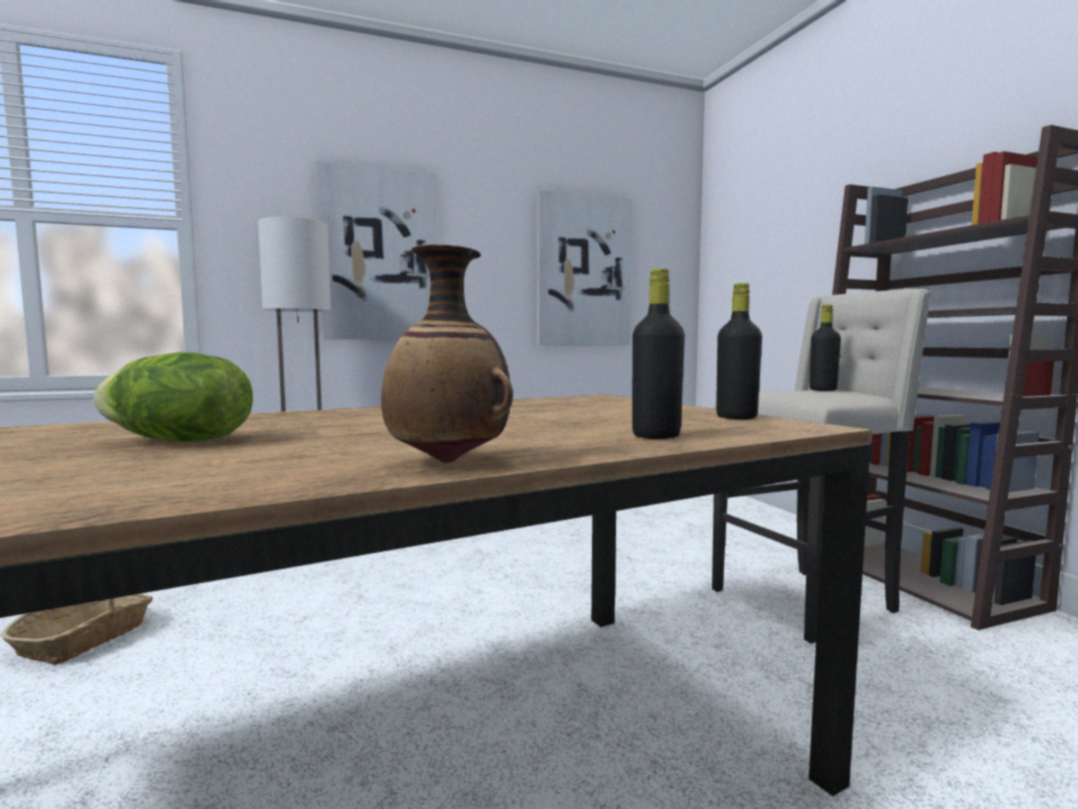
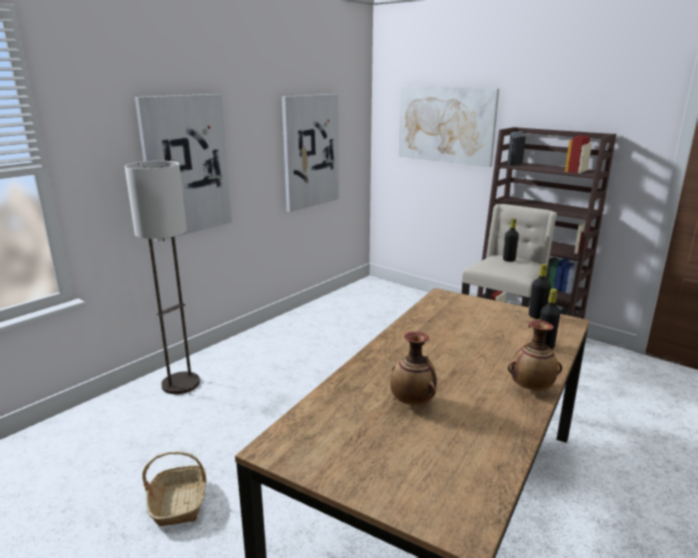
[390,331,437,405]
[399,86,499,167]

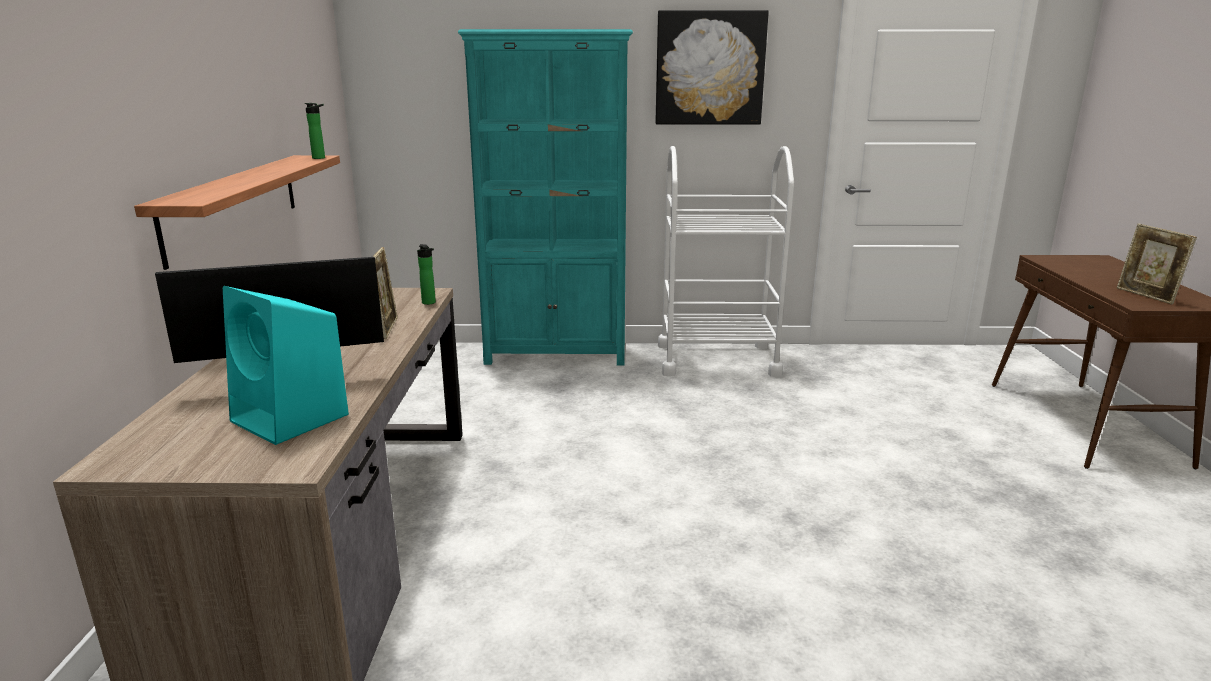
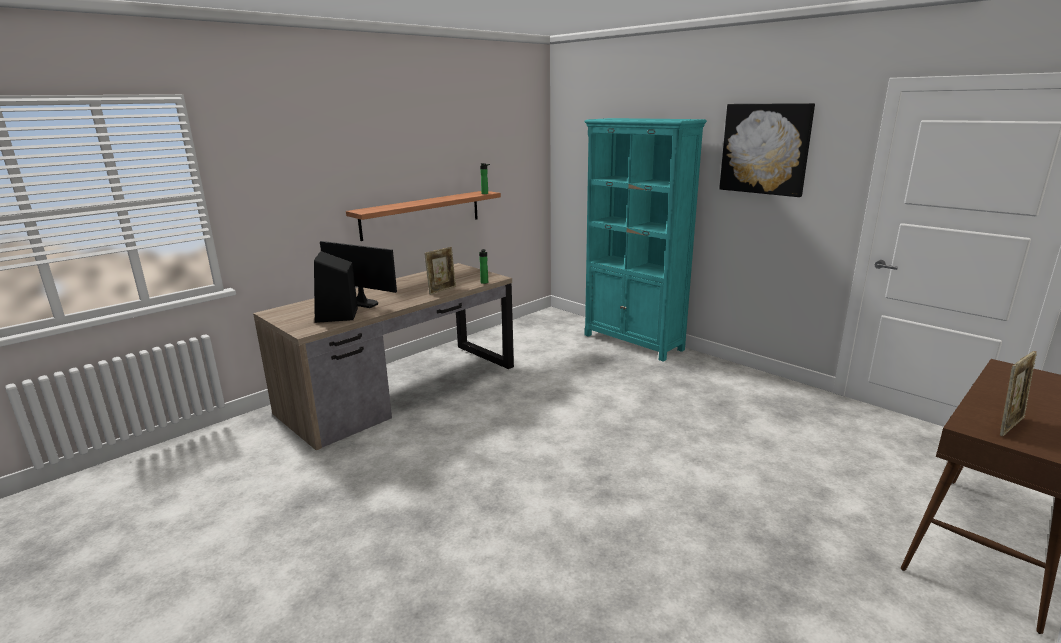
[658,146,794,377] (first image)
[1000,351,1037,437]
[314,251,358,323]

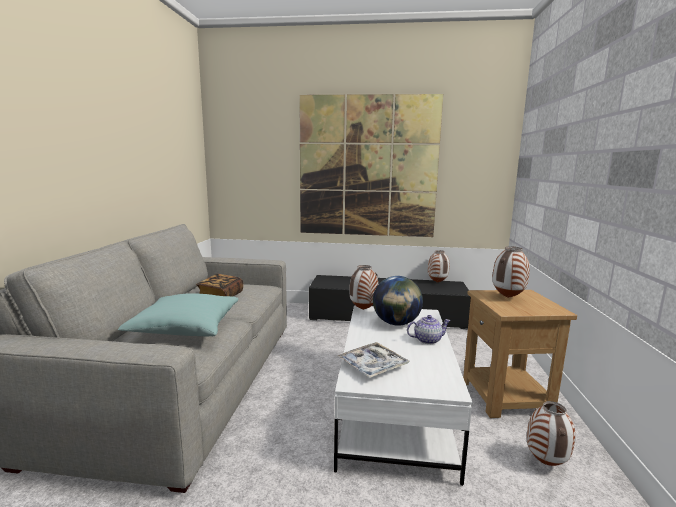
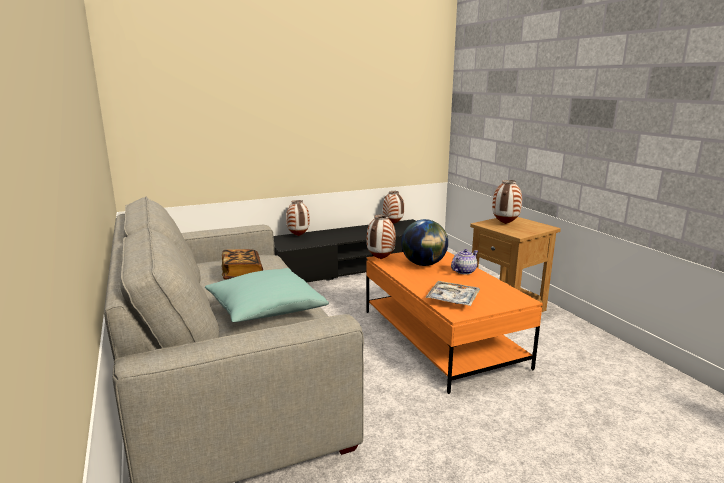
[299,94,443,237] (first image)
[366,251,543,394]
[286,200,310,236]

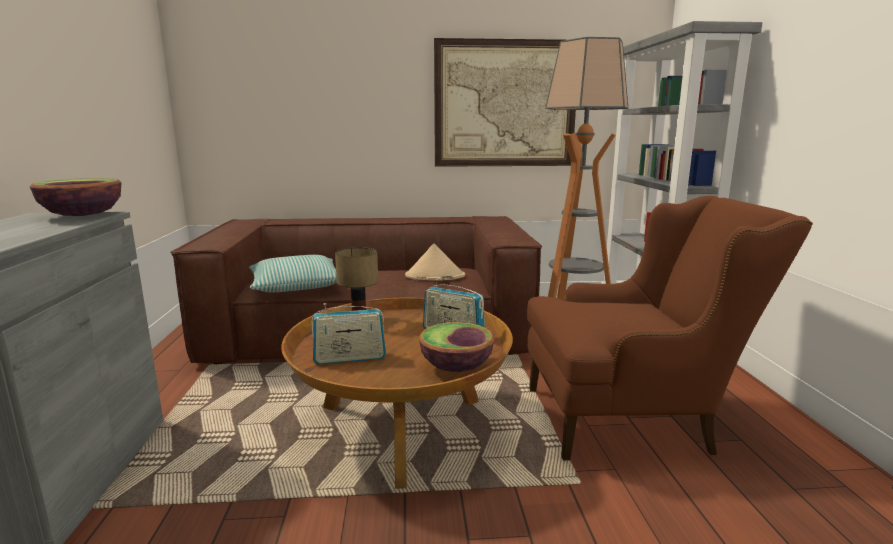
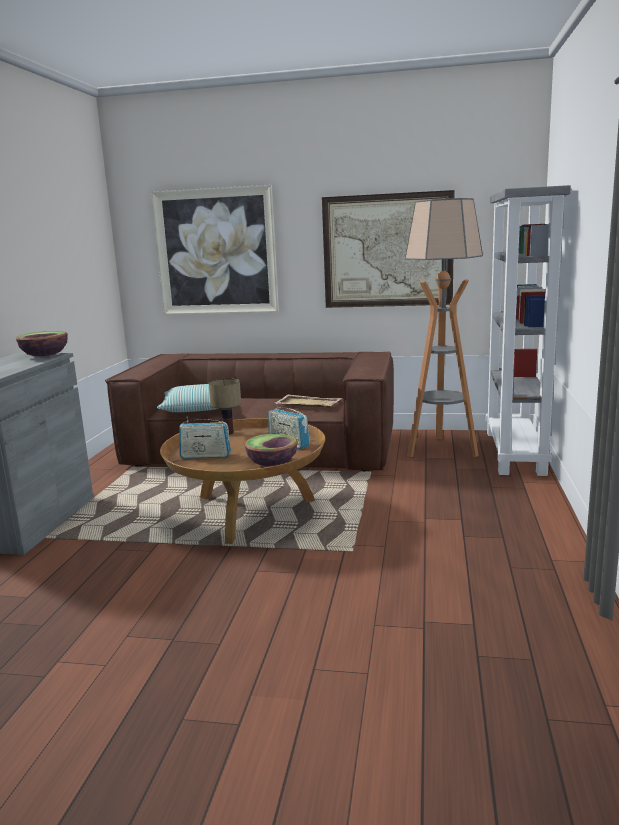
[527,196,813,461] (first image)
[275,395,342,408]
[151,185,279,315]

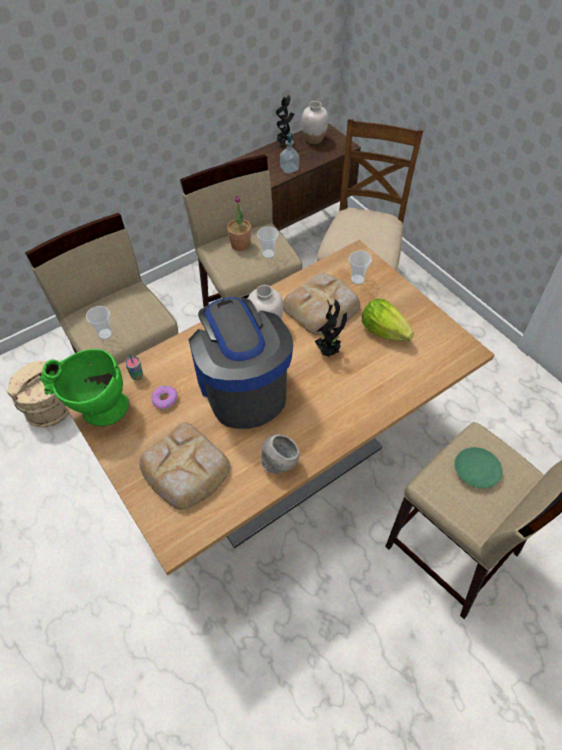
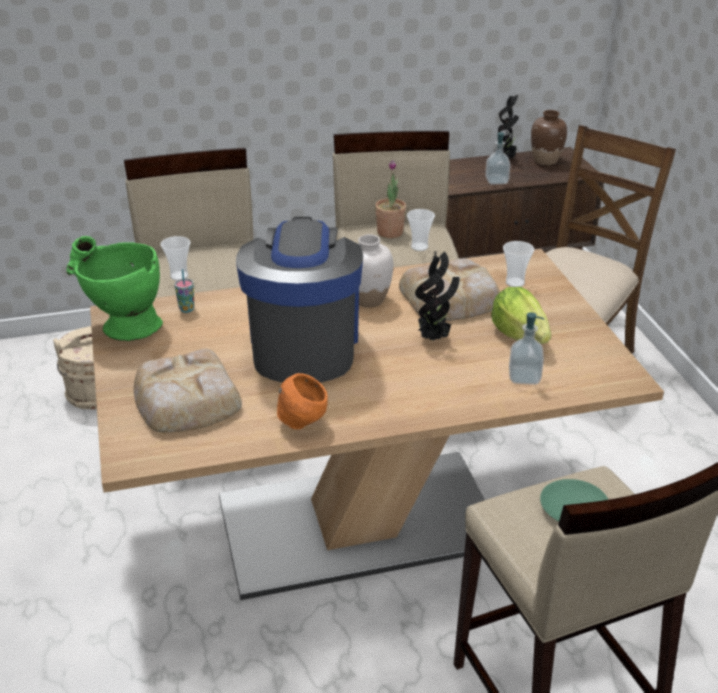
[531,110,567,165]
[152,386,178,410] (first image)
[277,373,328,429]
[509,312,544,385]

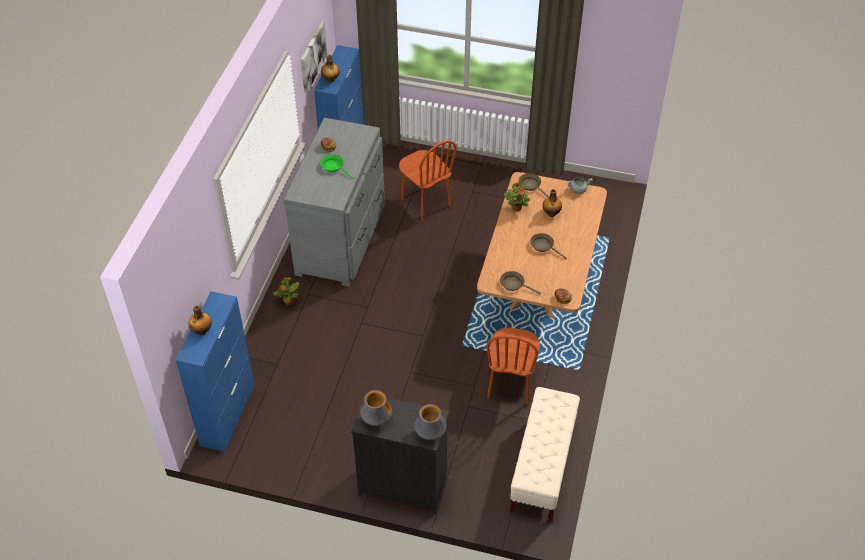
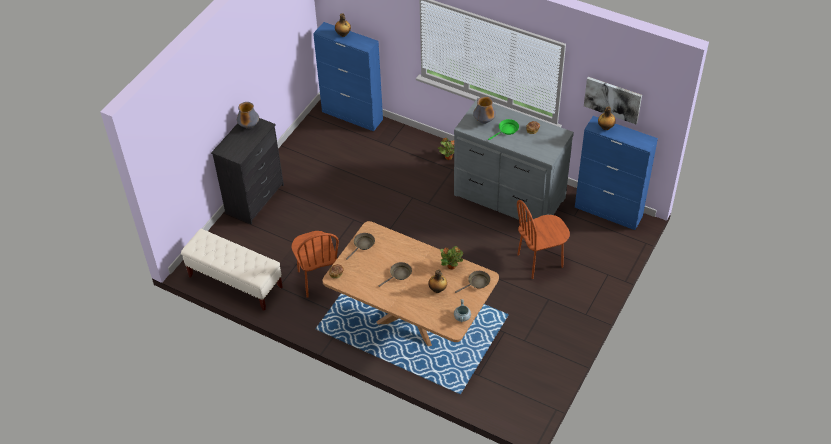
[291,231,339,298]
[473,96,496,124]

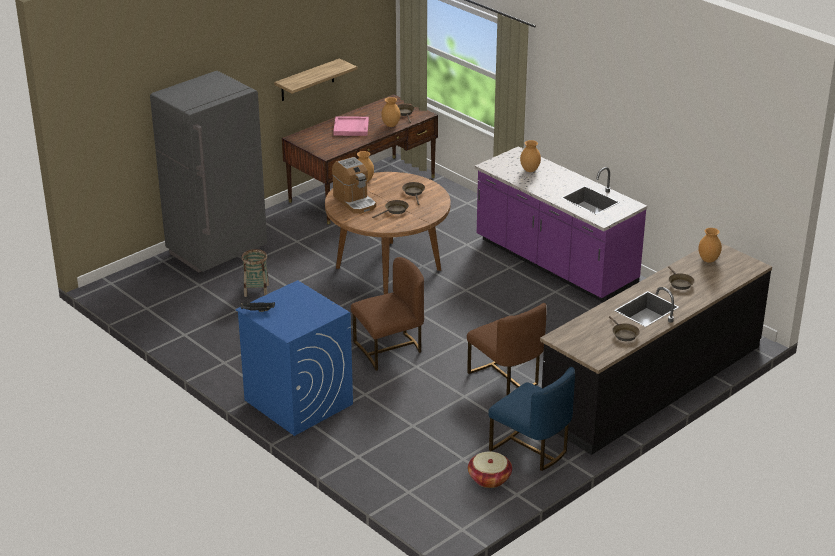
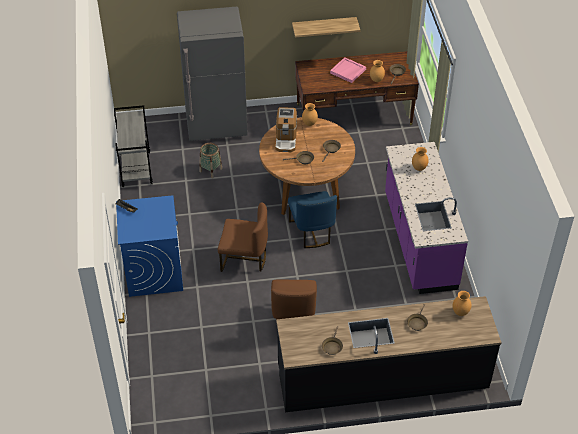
[288,191,337,248]
[468,452,512,488] (first image)
[114,105,153,187]

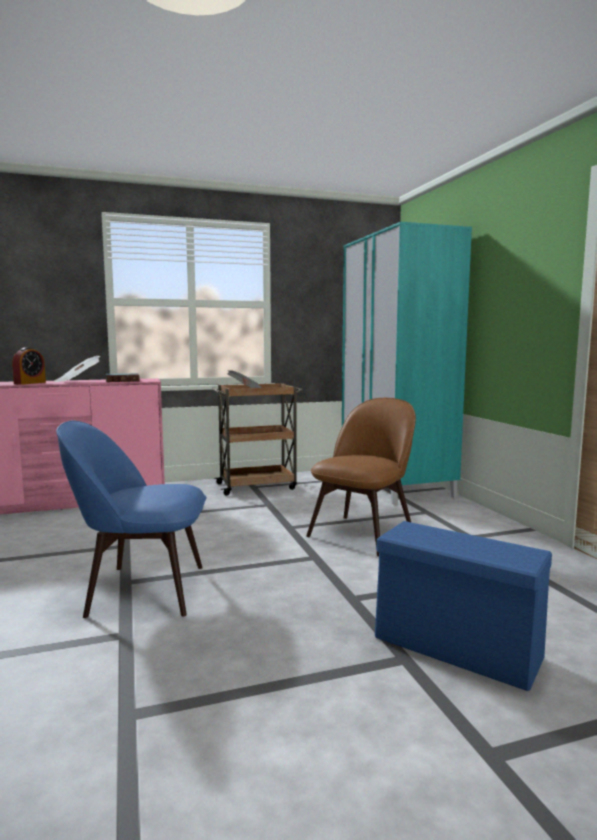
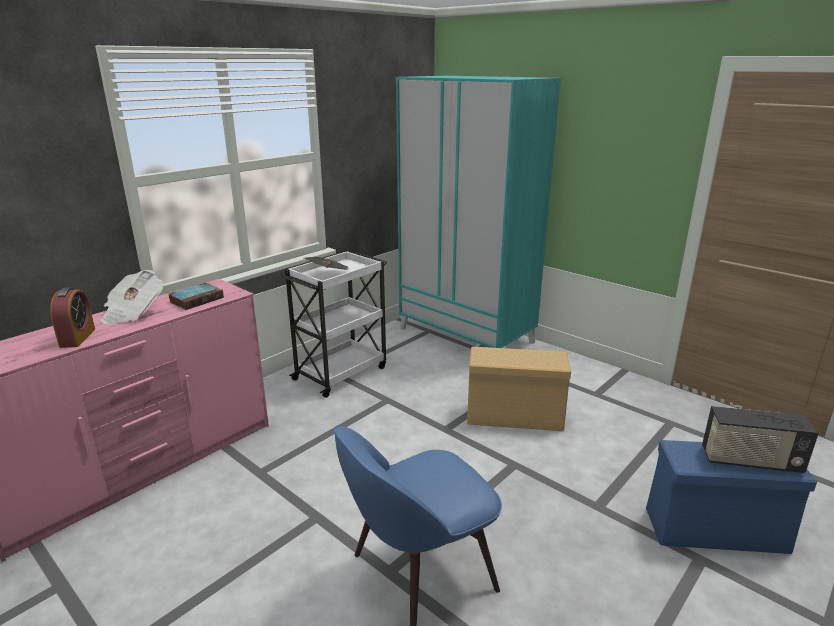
[281,251,387,398]
[467,347,571,431]
[702,406,818,473]

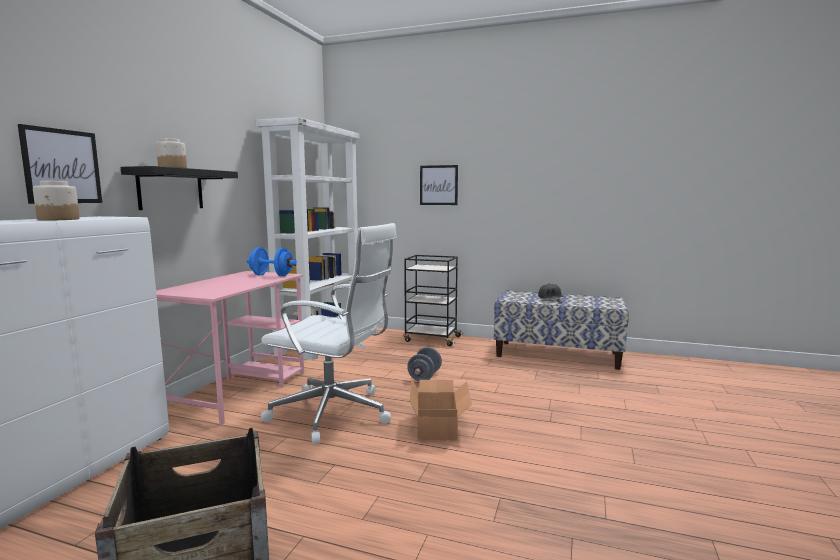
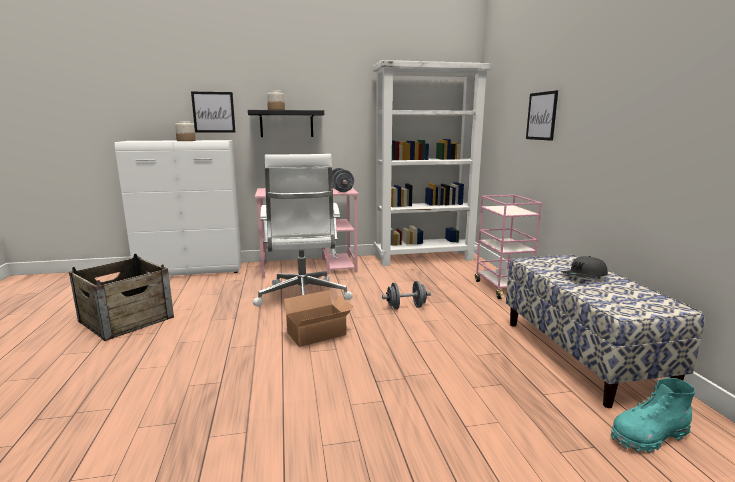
[332,168,354,192]
[475,195,542,299]
[611,378,695,453]

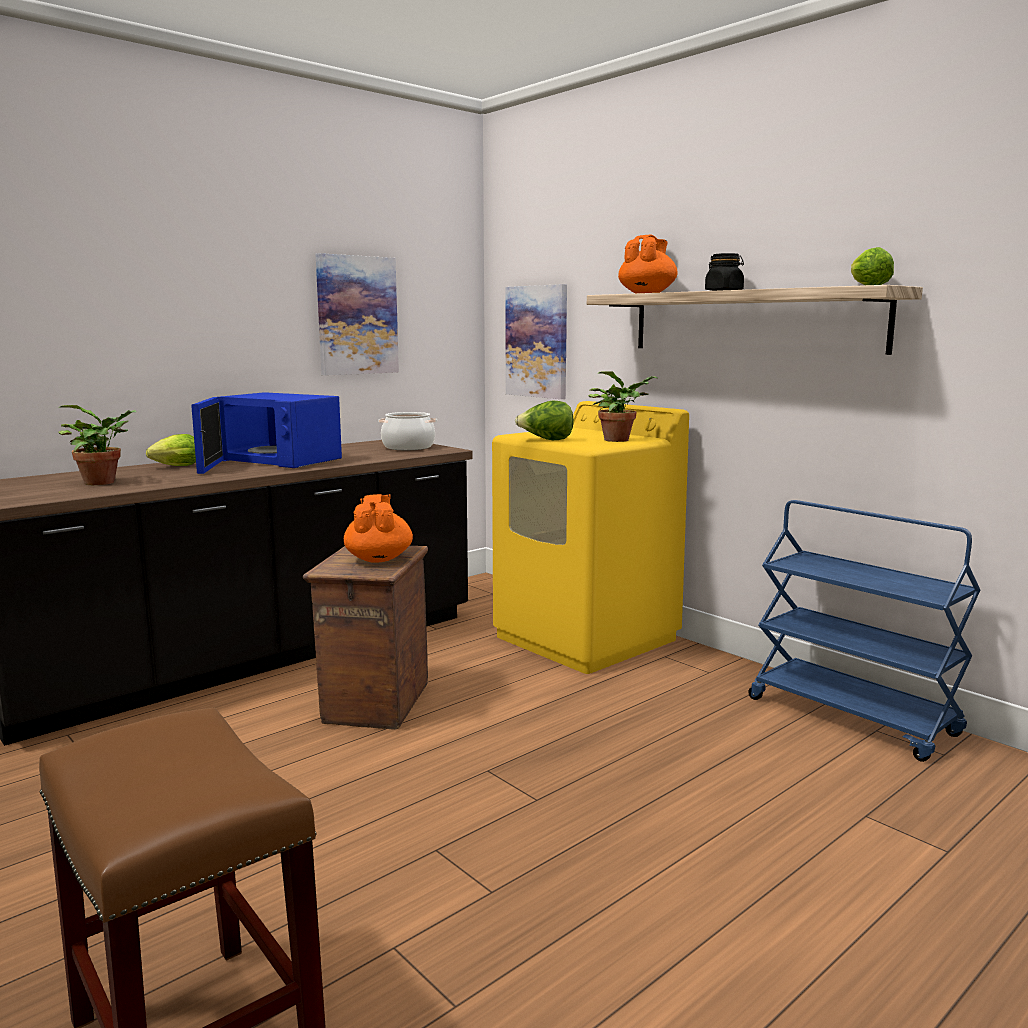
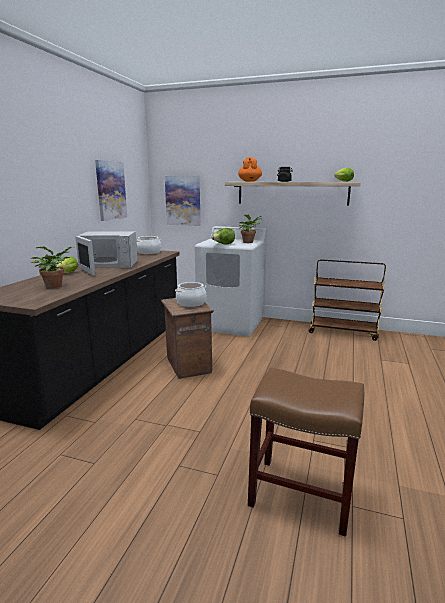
[75,231,138,275]
[195,226,267,337]
[175,282,206,307]
[309,259,386,341]

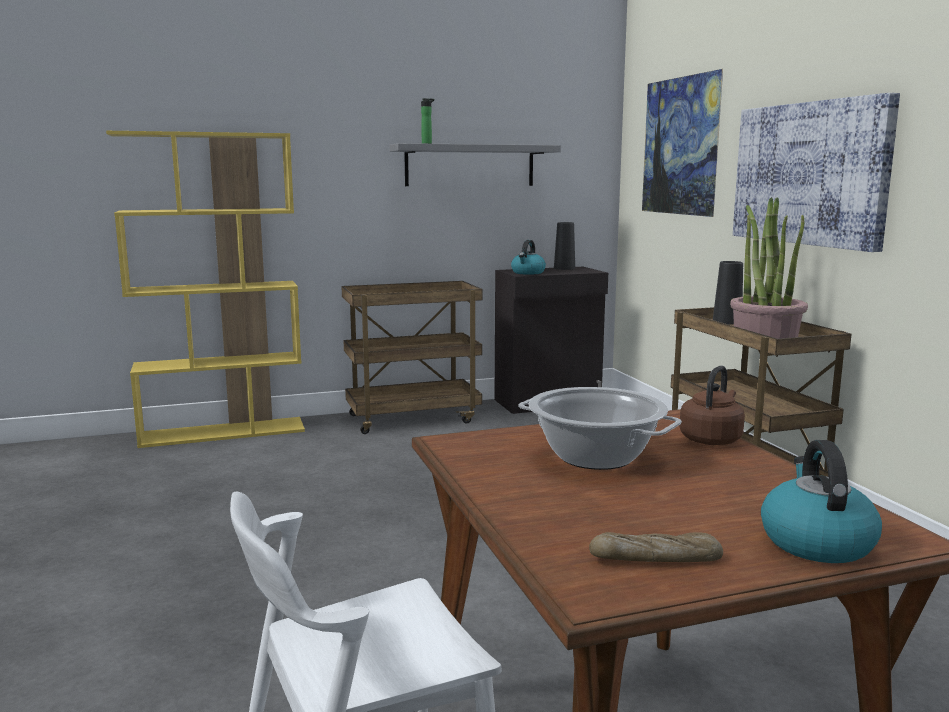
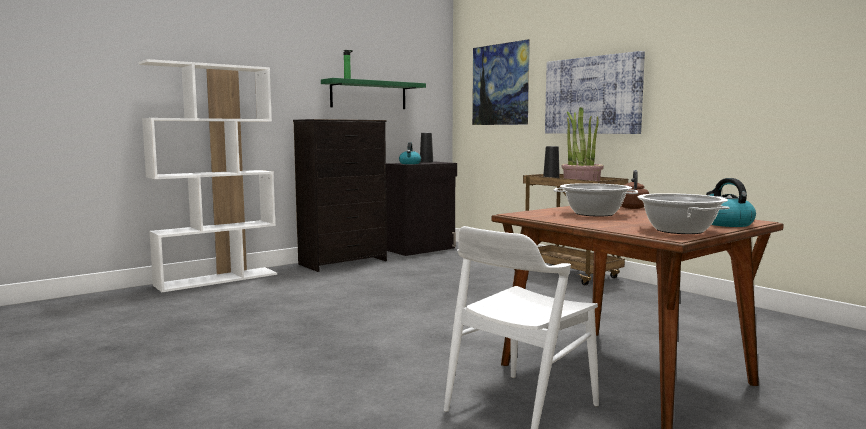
[138,59,277,292]
[321,78,426,109]
[293,119,387,272]
[638,193,730,234]

